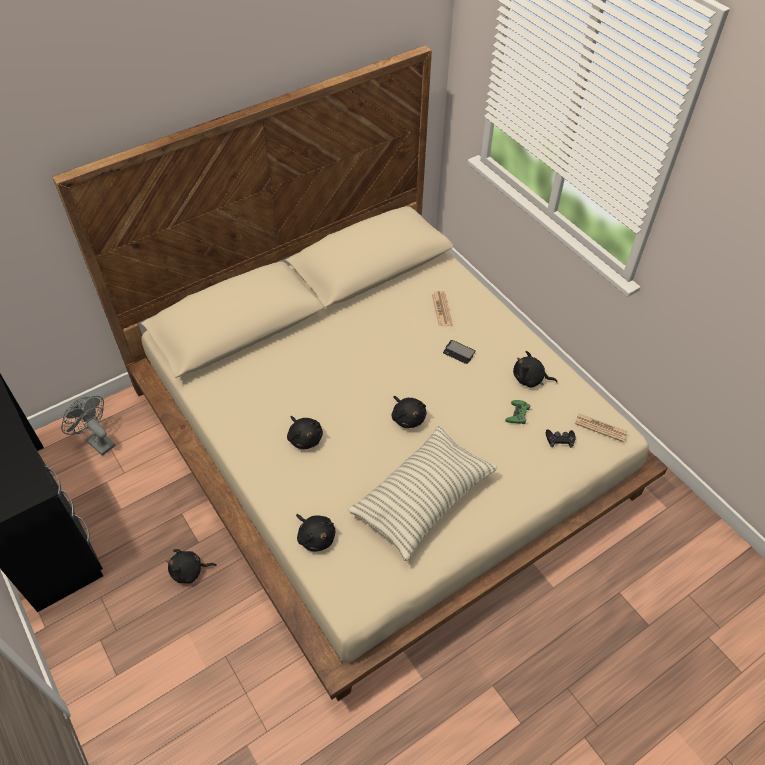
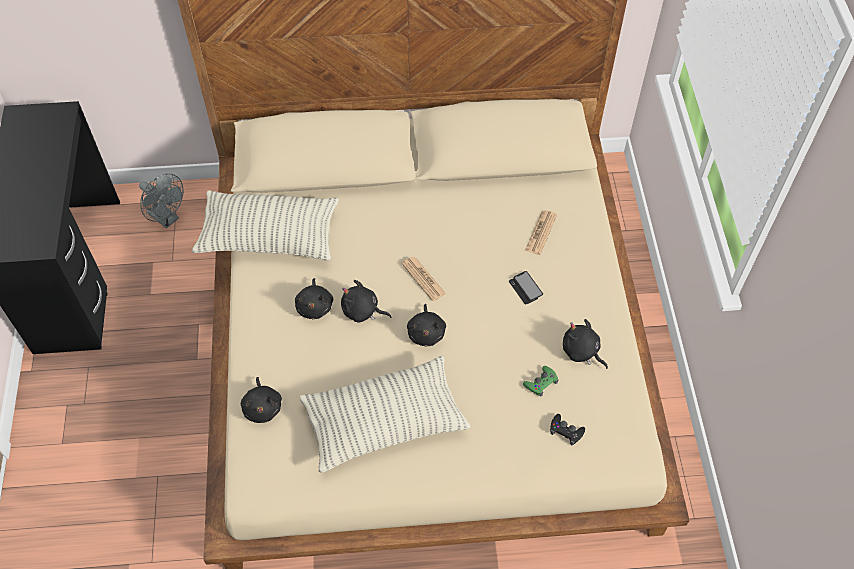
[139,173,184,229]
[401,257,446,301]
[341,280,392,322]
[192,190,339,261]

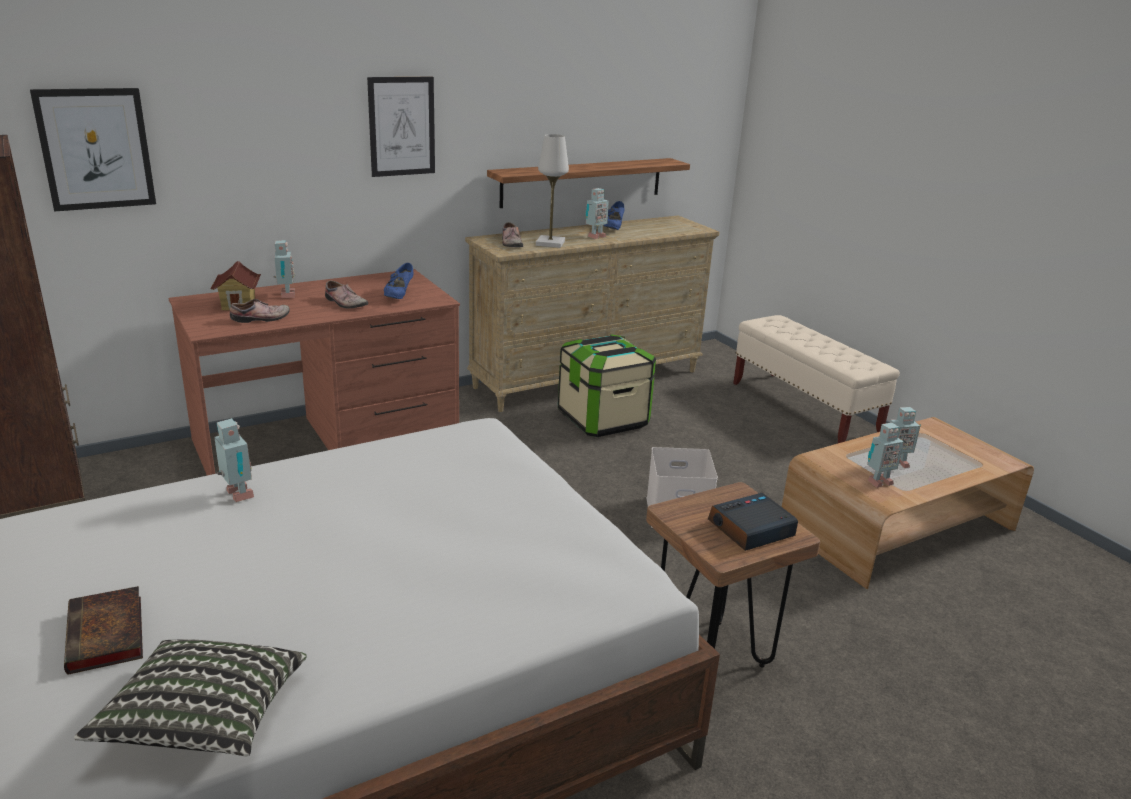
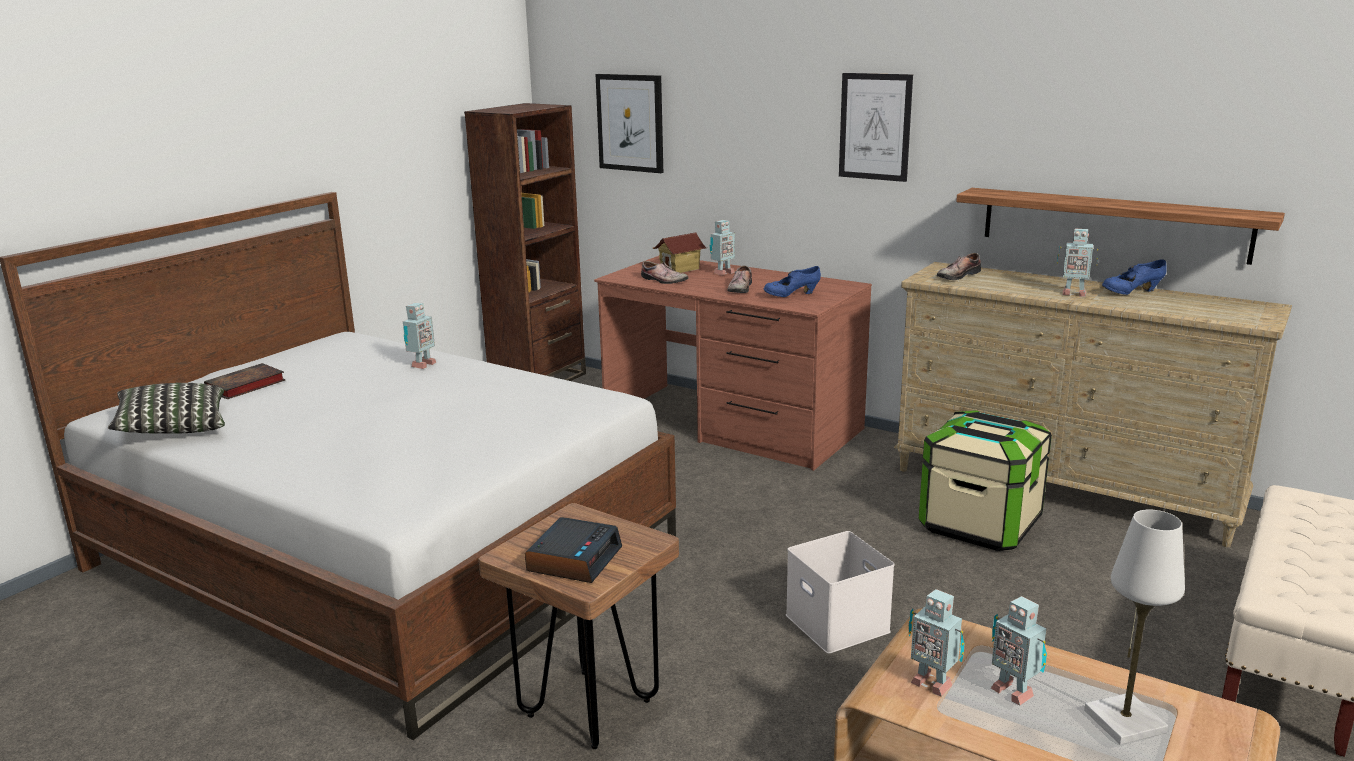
[1084,509,1185,745]
[525,517,622,583]

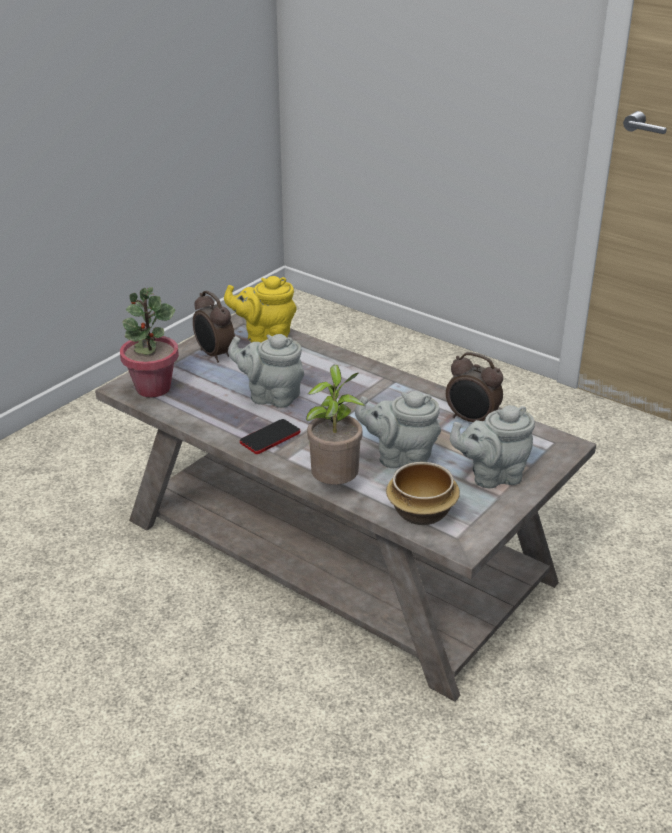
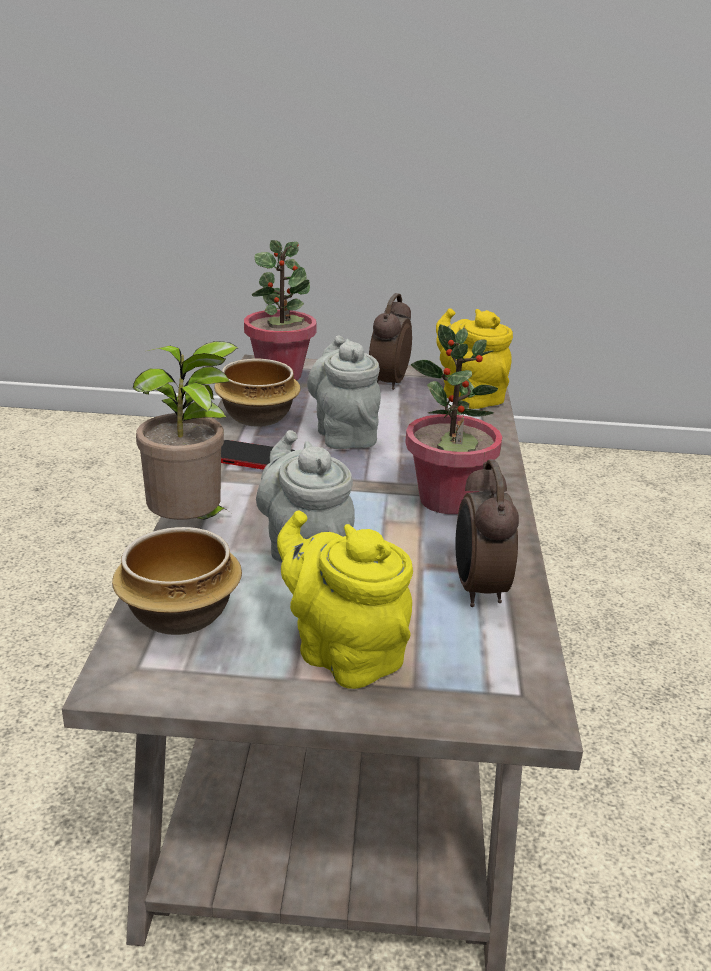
[277,511,413,689]
[405,324,502,514]
[214,358,301,427]

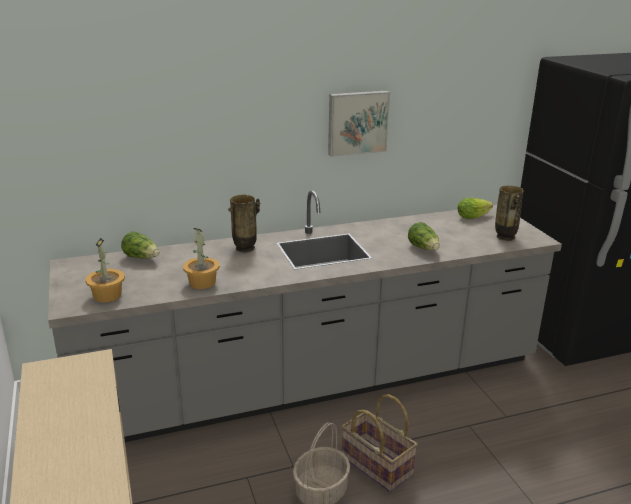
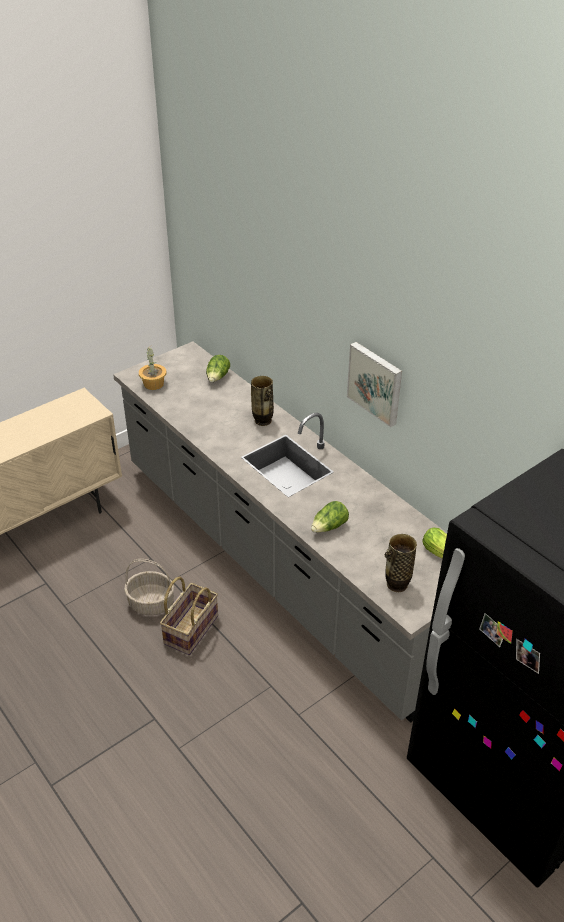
[183,228,220,289] (first image)

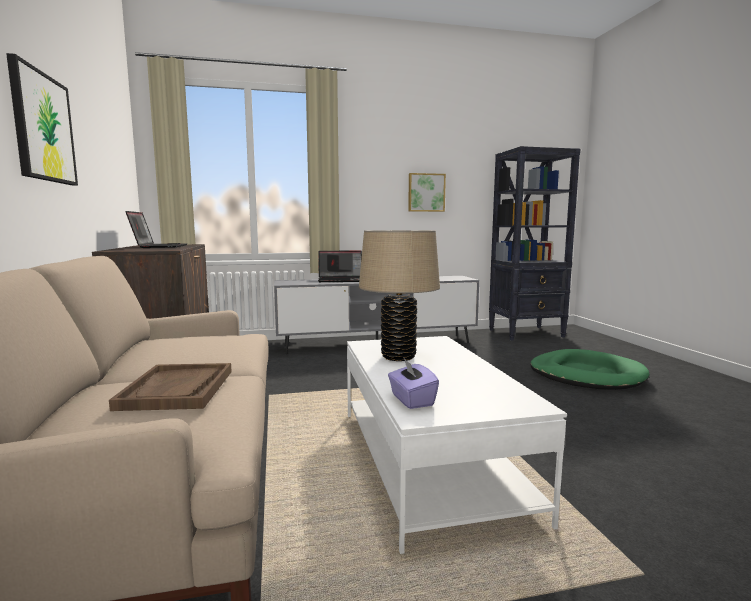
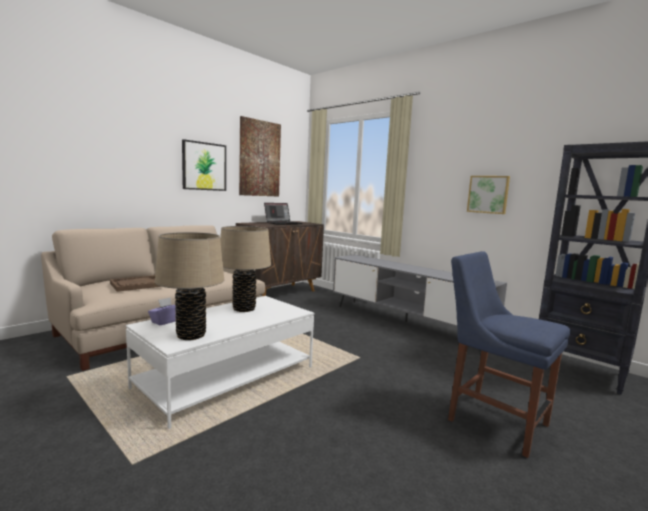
[318,251,362,282] (first image)
[448,251,571,458]
[239,116,281,197]
[155,232,224,340]

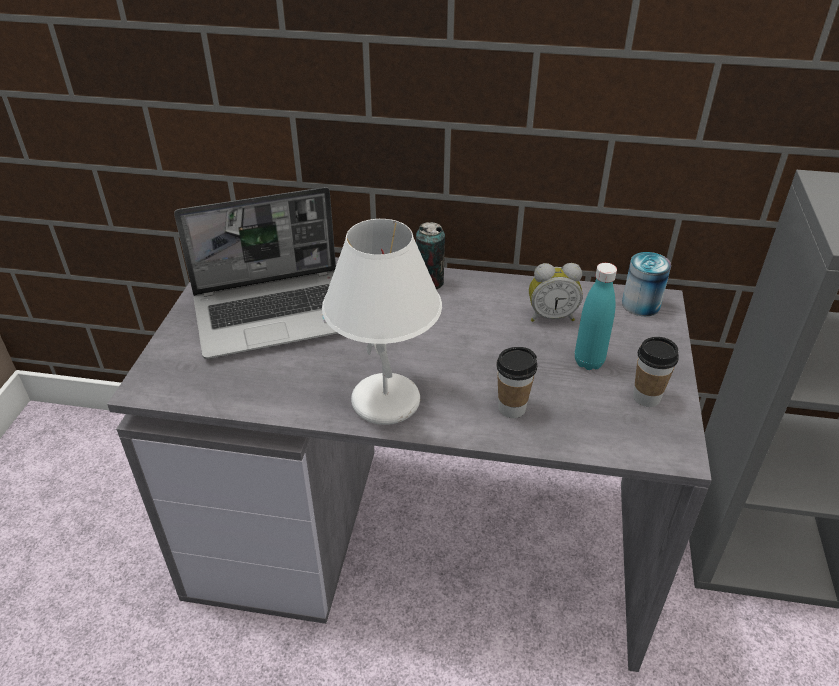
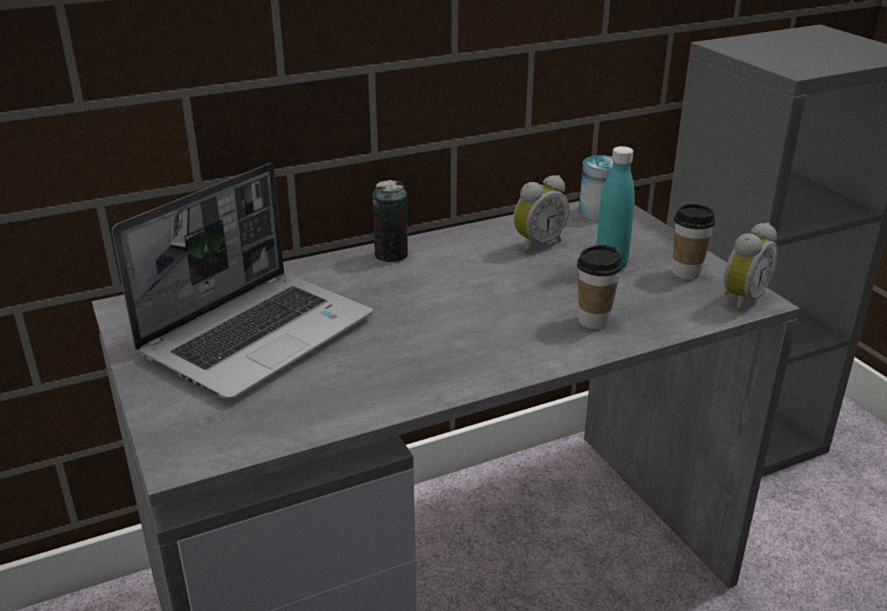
[322,219,442,425] (first image)
[724,223,778,312]

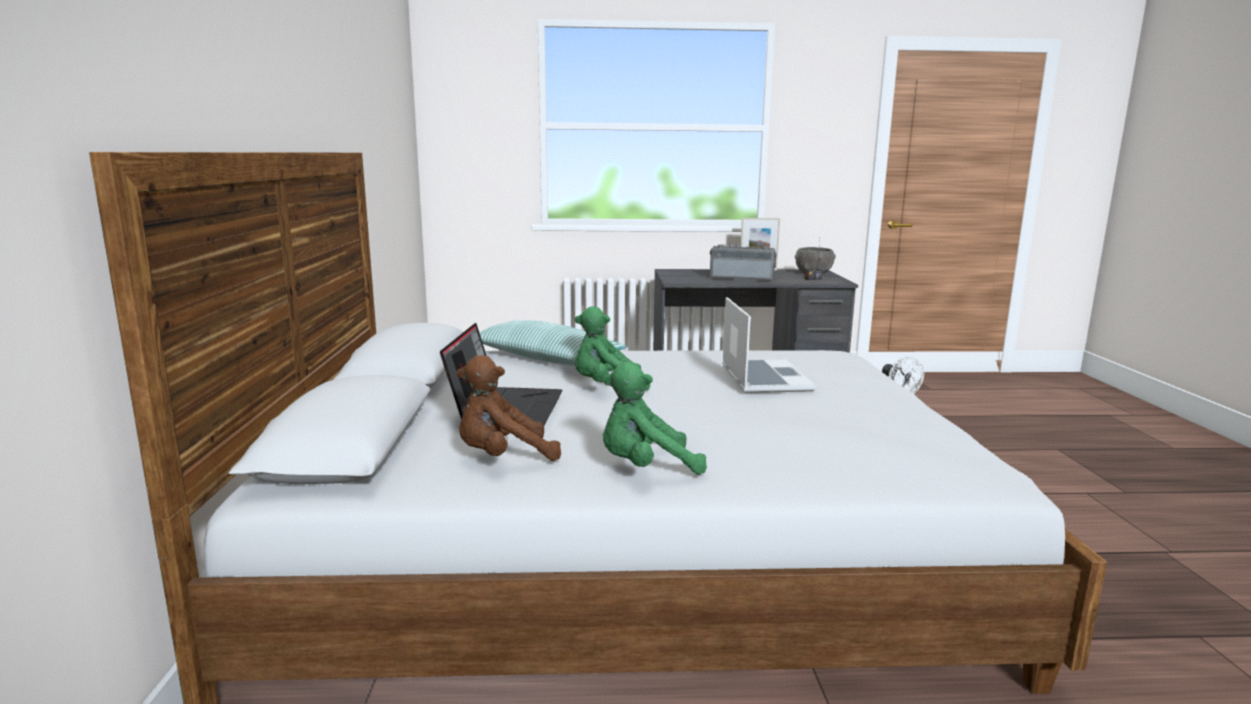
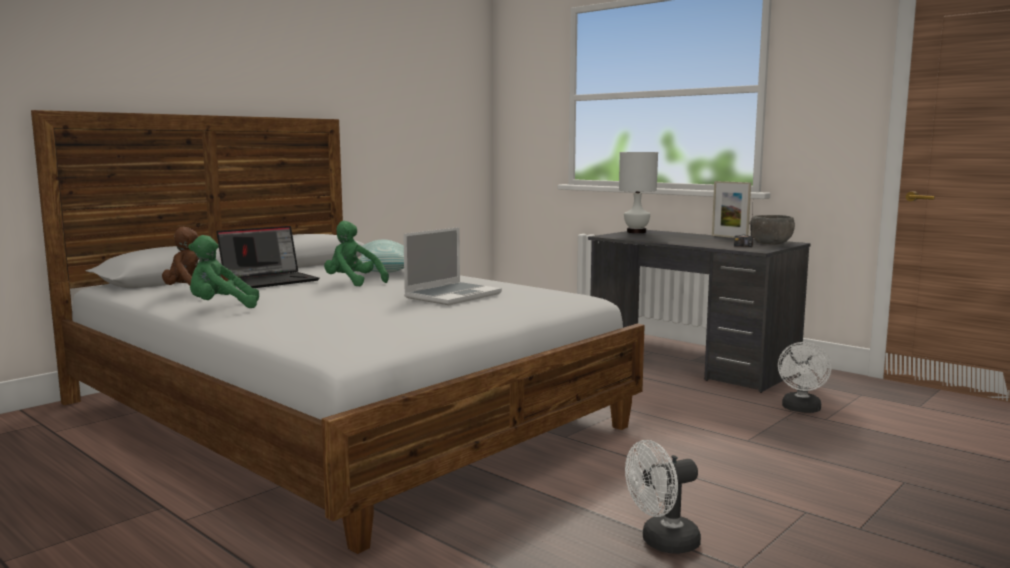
[710,243,777,281] (first image)
[188,235,259,308]
[619,152,658,233]
[625,440,701,554]

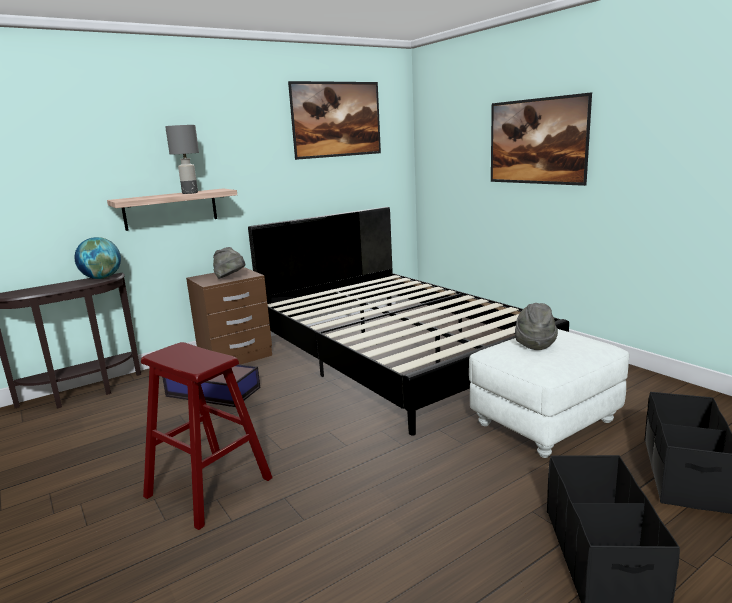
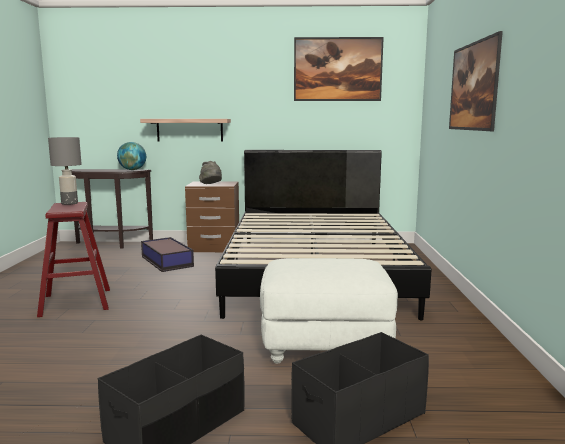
[48,137,82,205]
[515,303,558,350] (first image)

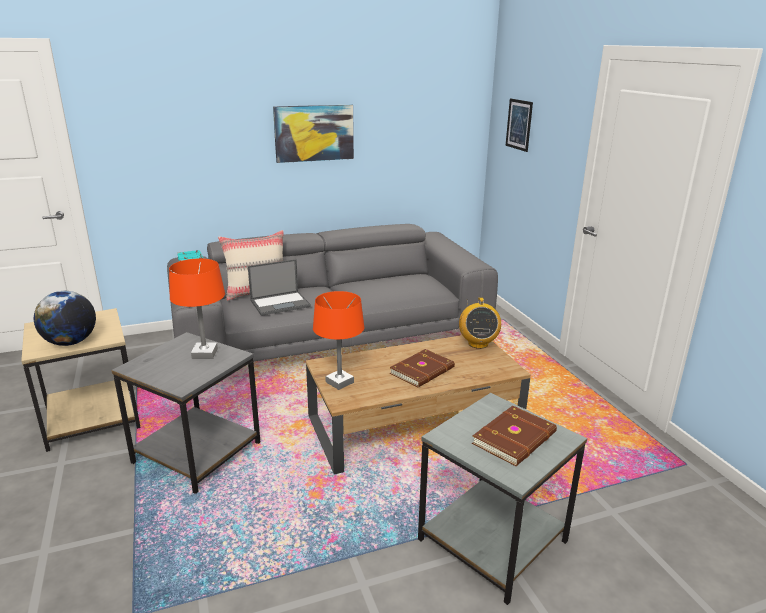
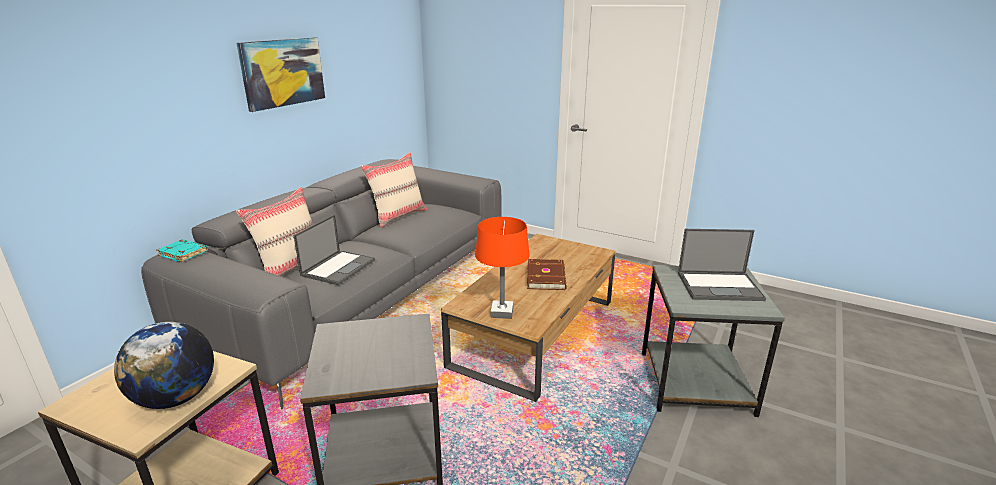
[505,98,533,152] (first image)
[169,258,225,359] (first image)
[459,297,501,349] (first image)
[678,229,766,301]
[361,152,428,228]

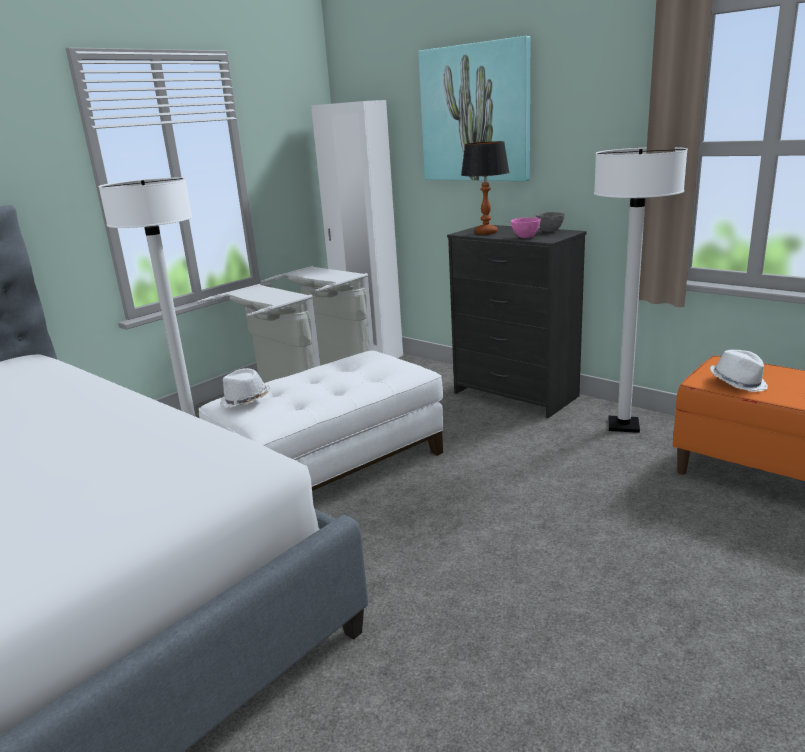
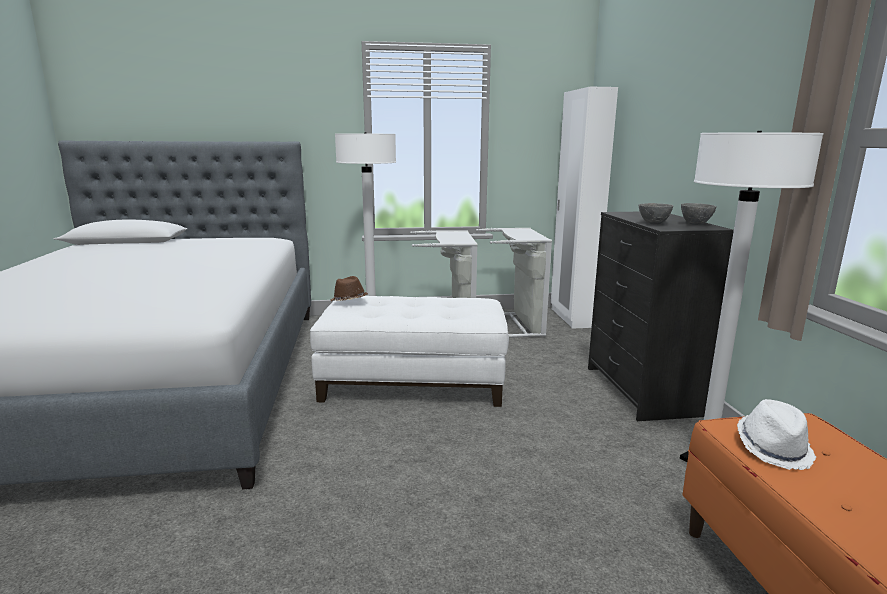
[418,36,530,181] (first image)
[461,141,510,235] (first image)
[638,203,673,225]
[330,276,368,301]

